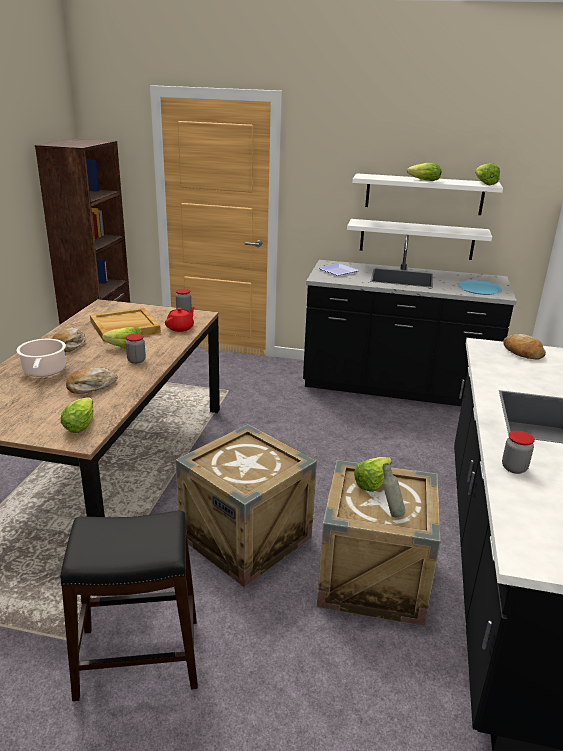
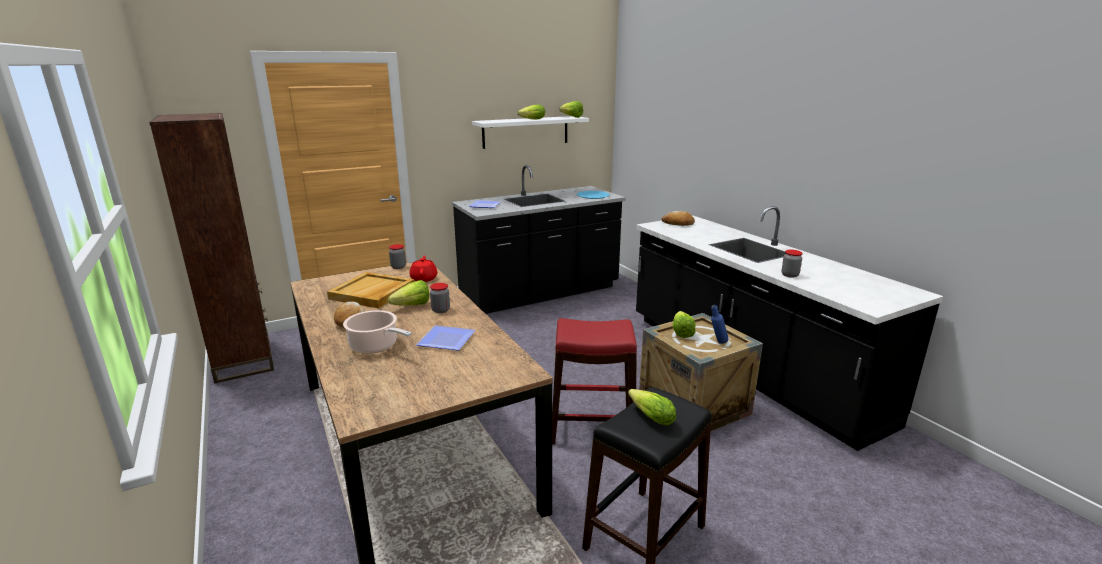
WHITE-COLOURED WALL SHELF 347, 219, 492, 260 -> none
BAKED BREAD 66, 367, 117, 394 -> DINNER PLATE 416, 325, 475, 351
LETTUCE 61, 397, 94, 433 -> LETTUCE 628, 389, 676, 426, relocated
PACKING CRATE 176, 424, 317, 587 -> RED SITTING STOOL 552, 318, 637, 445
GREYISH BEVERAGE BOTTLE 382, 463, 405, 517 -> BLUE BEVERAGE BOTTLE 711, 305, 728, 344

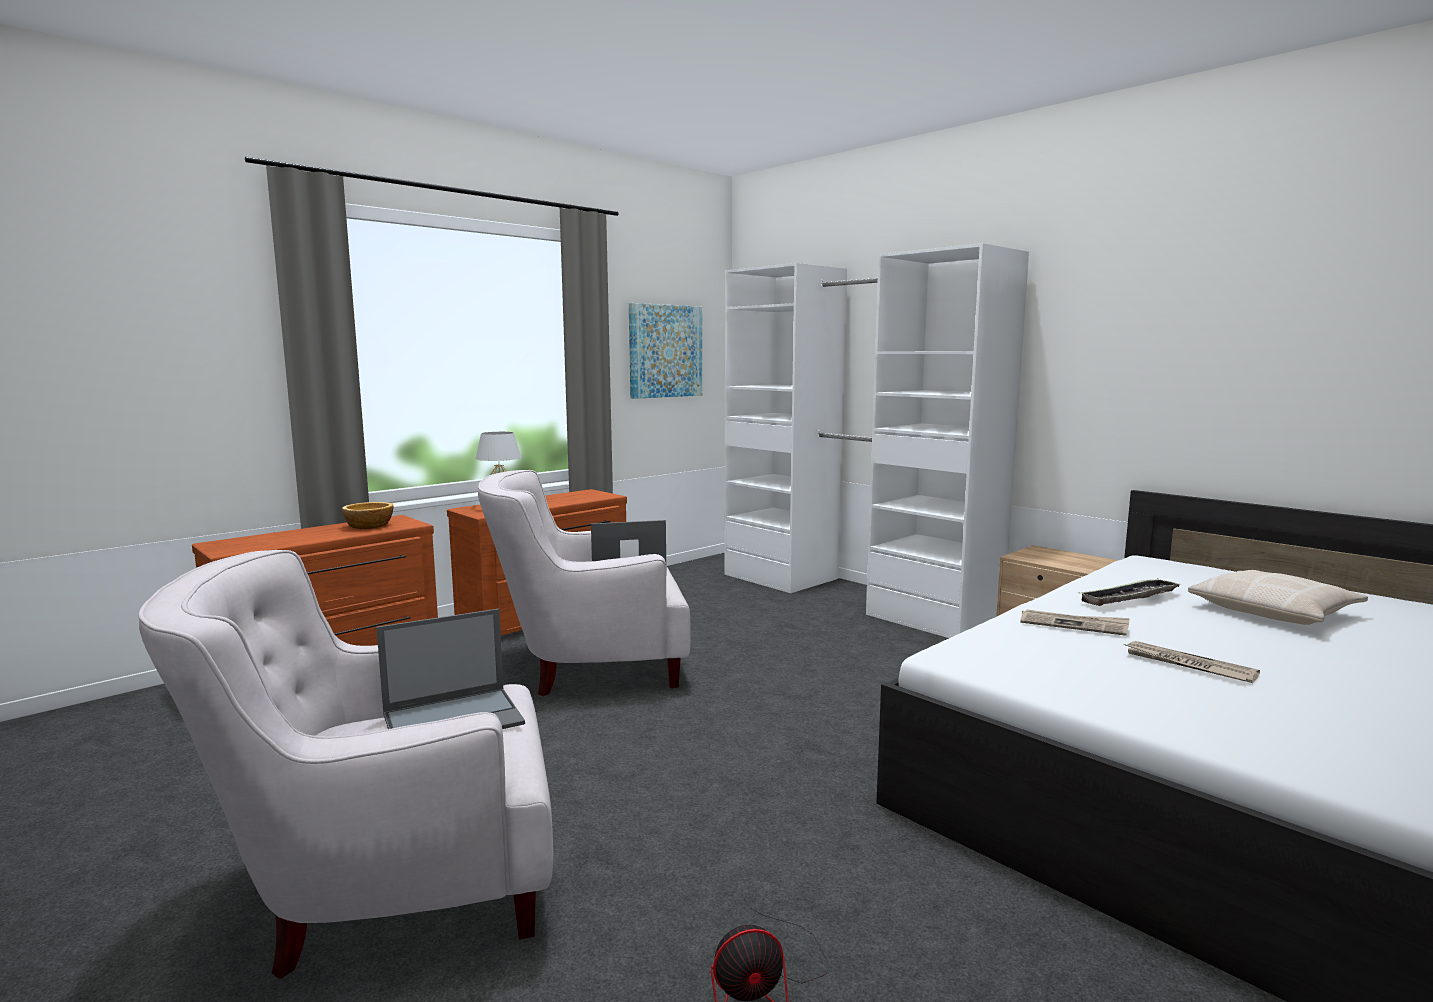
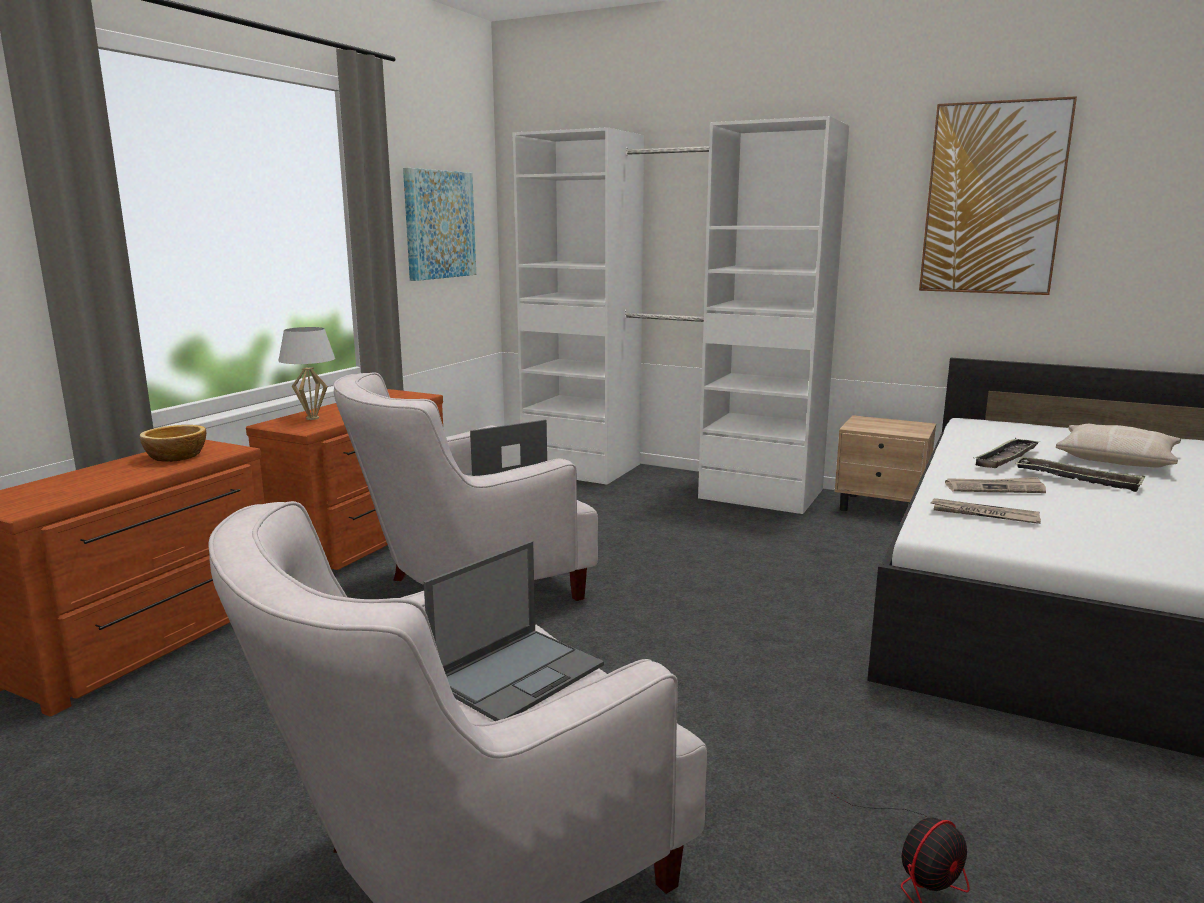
PRINTED PAPER 1124, 641, 1260, 683 -> PRINTED PAPER 930, 498, 1041, 524, relocated
none -> PICTURE 919, 96, 1077, 295
none -> CARRYING TRAY 1015, 457, 1145, 492

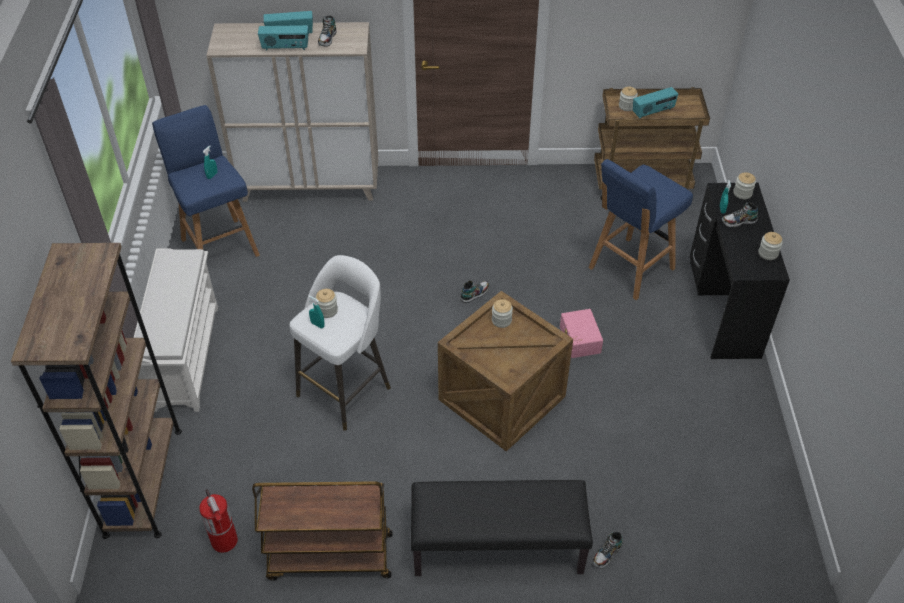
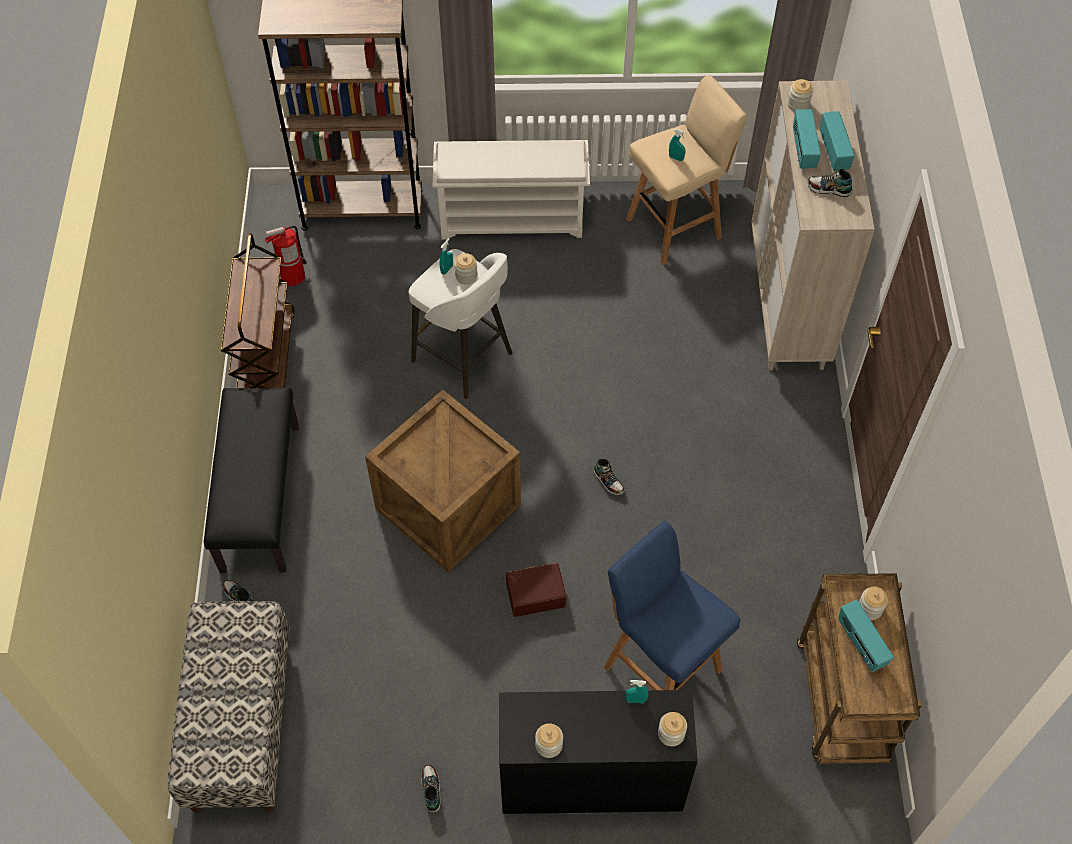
BLUE SITTING STOOL 152, 105, 260, 257 -> BEIGE-COLOURED SITTING STOOL 626, 75, 747, 265
ITEM OF FOOTWEAR 722, 202, 758, 228 -> ITEM OF FOOTWEAR 421, 764, 441, 813, relocated
PRESERVE JAR 492, 299, 513, 328 -> PRESERVE JAR 787, 79, 813, 111, relocated
PINKISH STORAGE BIN 560, 309, 603, 358 -> BROWN-COLOURED STORAGE BIN 506, 563, 566, 617
none -> INDOOR BENCH 168, 601, 290, 813

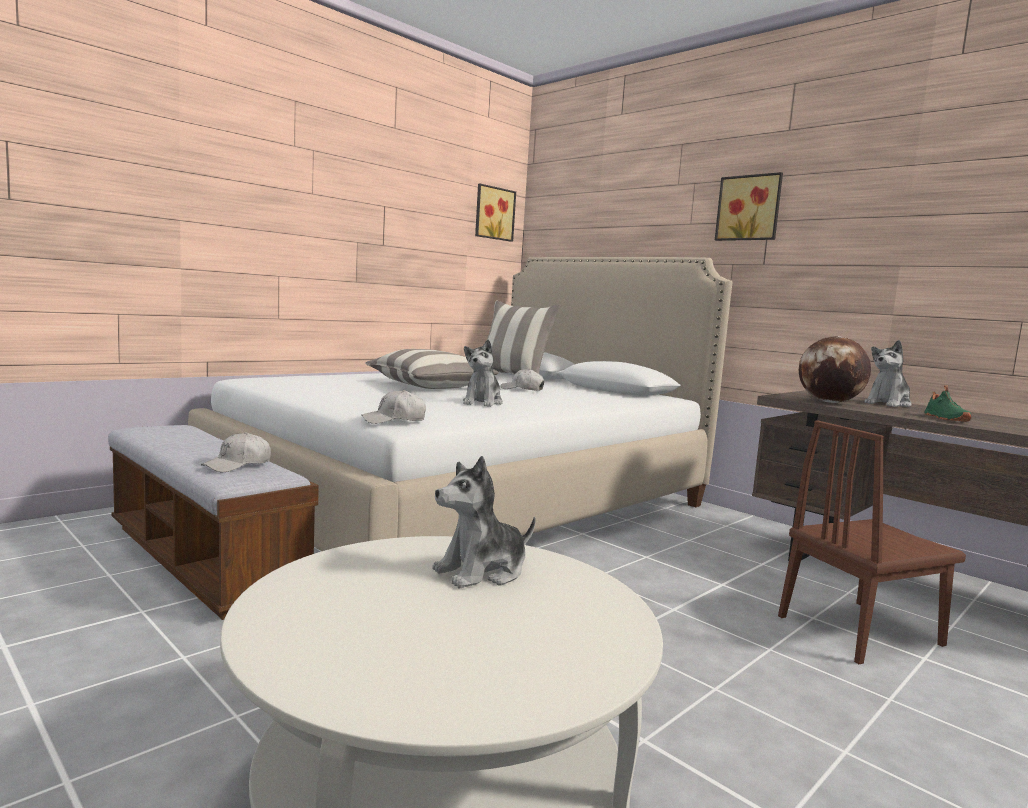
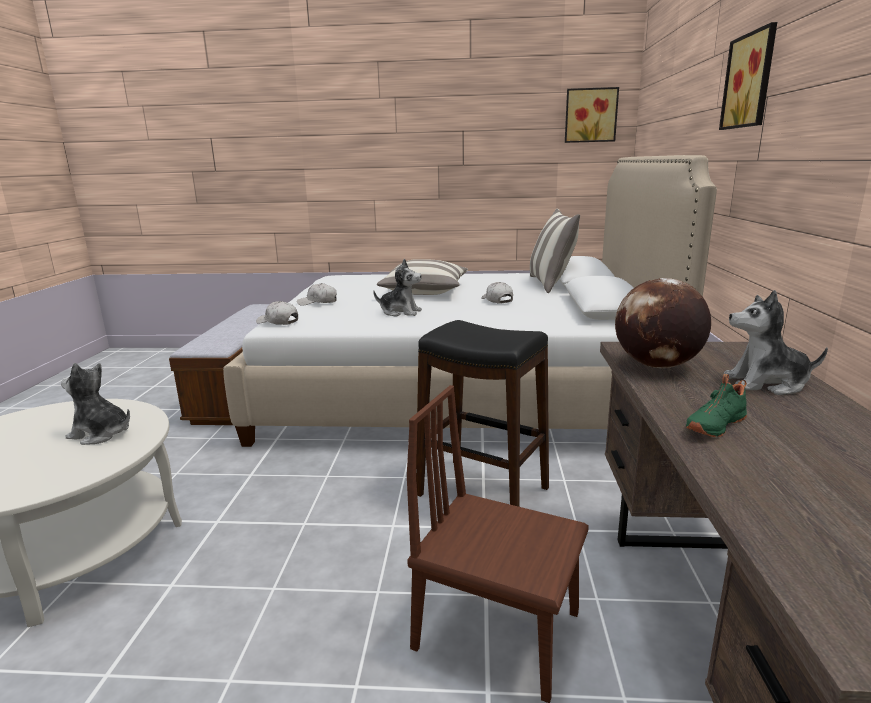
SOFT TOY 463, 339, 503, 407 -> SOFT TOY 373, 259, 422, 317, 135 degrees counterclockwise
WHITE-COLOURED CAP 201, 432, 271, 472 -> WHITE-COLOURED CAP 297, 283, 337, 306, relocated
none -> BLACKISH SITTING STOOL 416, 320, 549, 507

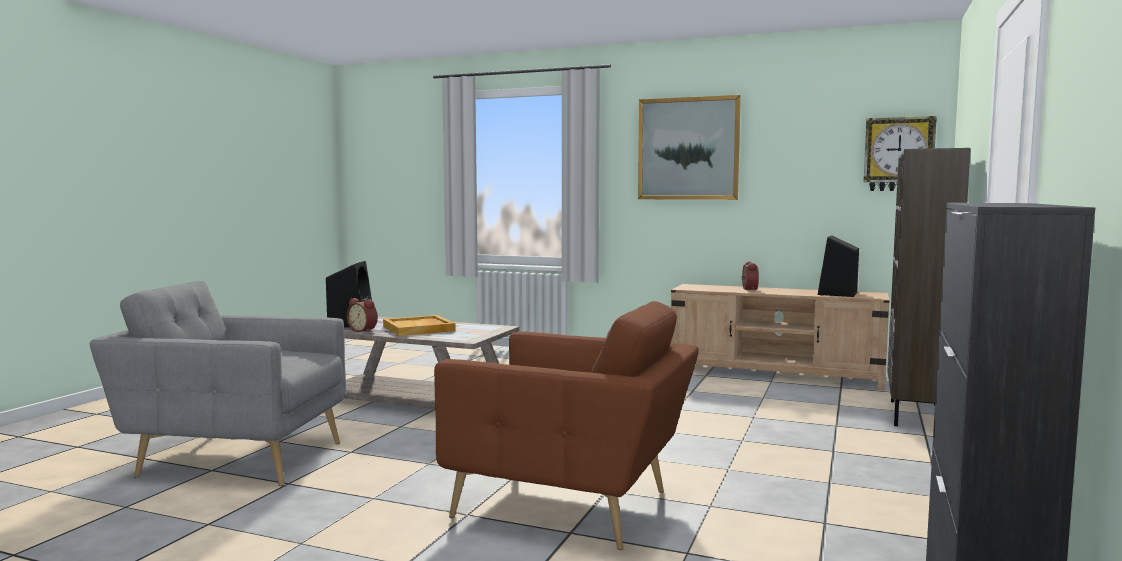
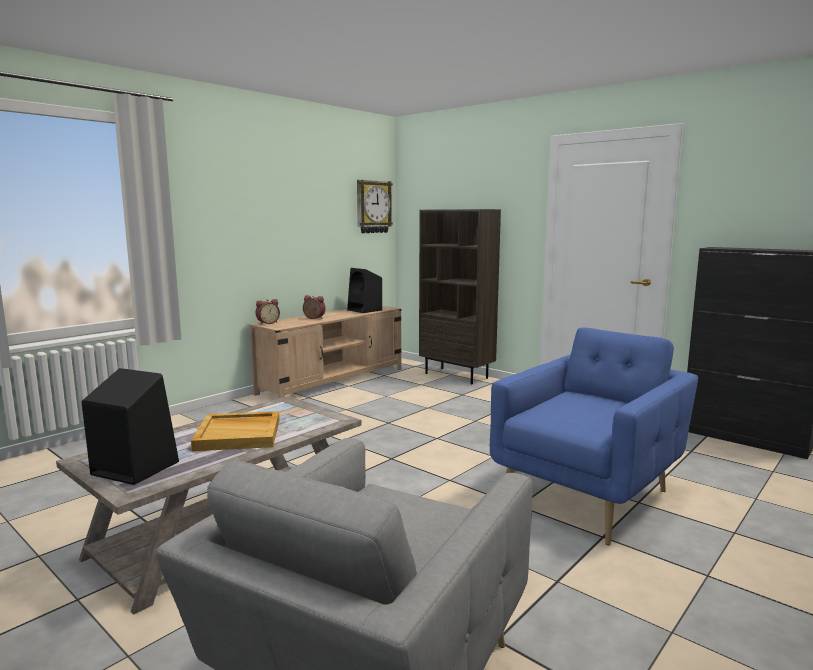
PICTURE 638, 95, 741, 200 -> none
ALARM CLOCK 346, 298, 378, 333 -> ALARM CLOCK 255, 299, 280, 325, relocated
BROWN-COLOURED LOUNGE CHAIR 434, 301, 699, 550 -> BLUE LOUNGE CHAIR 490, 328, 698, 545

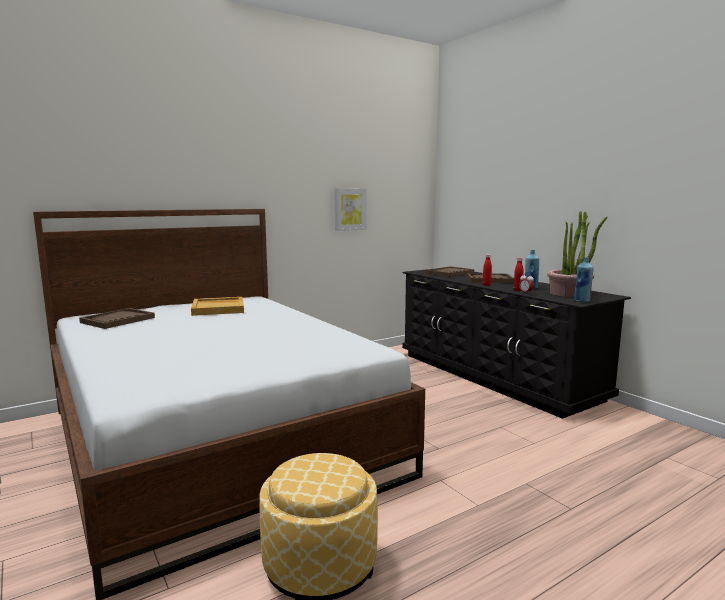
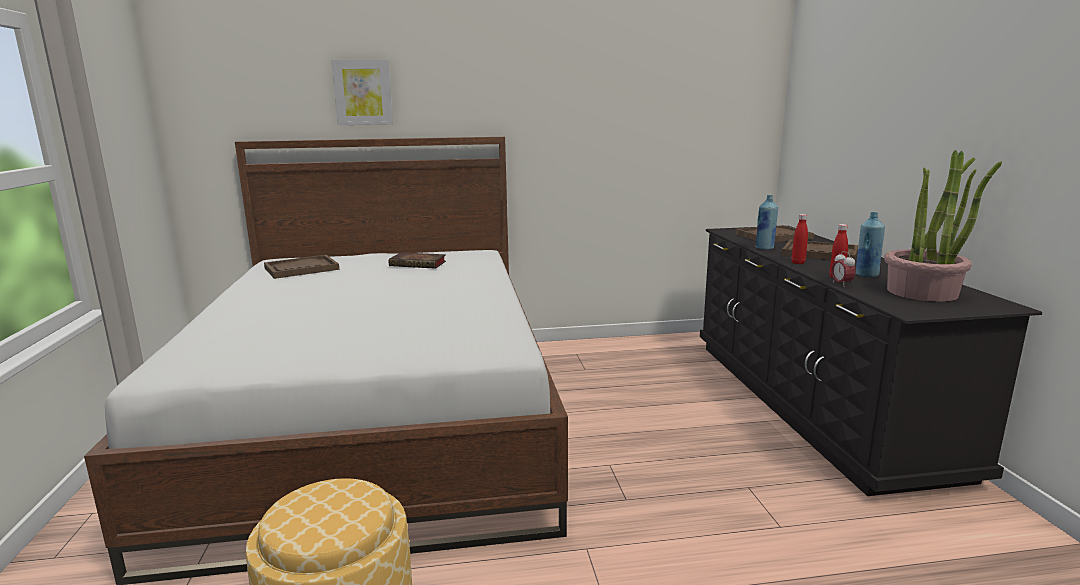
PICTURE 335, 188, 367, 231 -> PICTURE 331, 59, 393, 125, relocated
BLUE BEVERAGE BOTTLE 574, 257, 594, 303 -> BLUE BEVERAGE BOTTLE 755, 195, 778, 250, relocated
BEIGE-COLOURED CARRYING TRAY 191, 297, 244, 316 -> VOLUME 389, 252, 446, 269

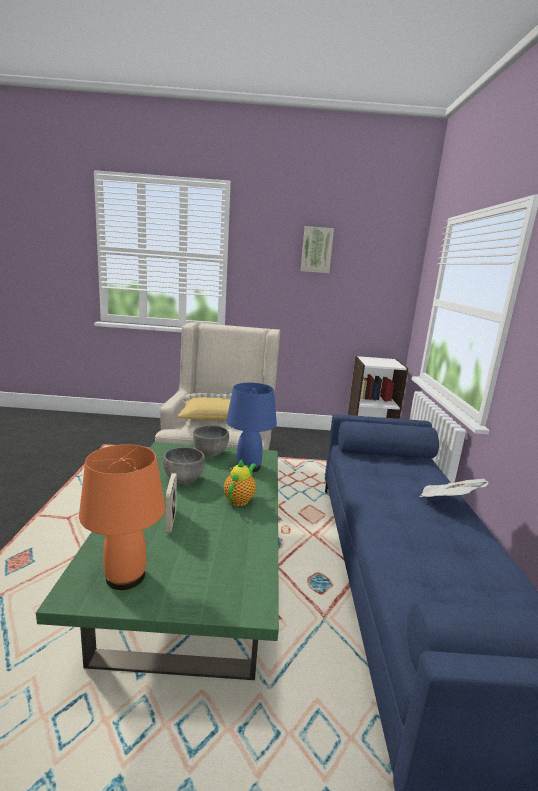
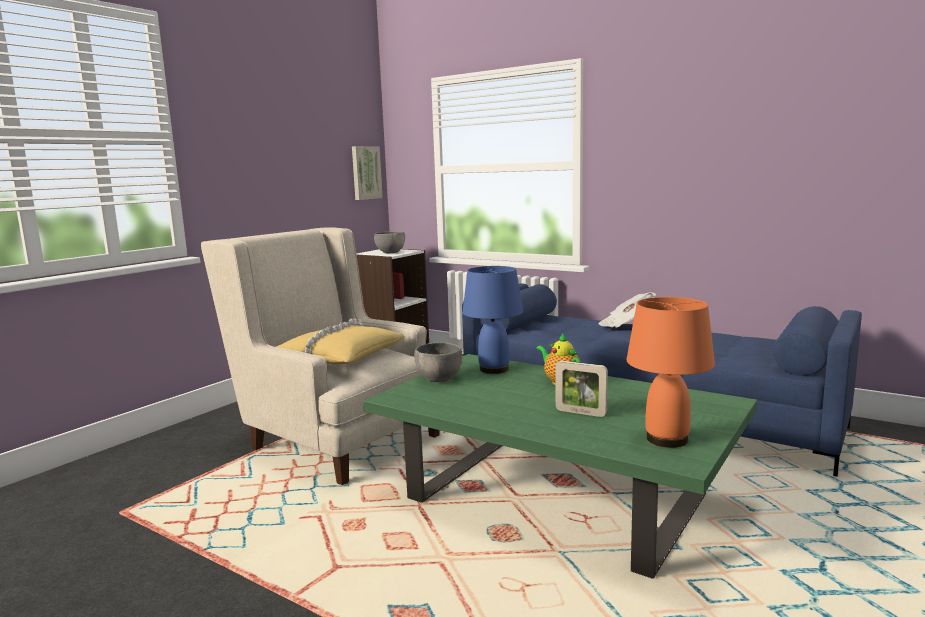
PICTURE 301, 226, 334, 273 -> PICTURE 352, 146, 383, 200, relocated
GREYISH BOWL 163, 447, 205, 485 -> GREYISH BOWL 374, 231, 405, 253, relocated

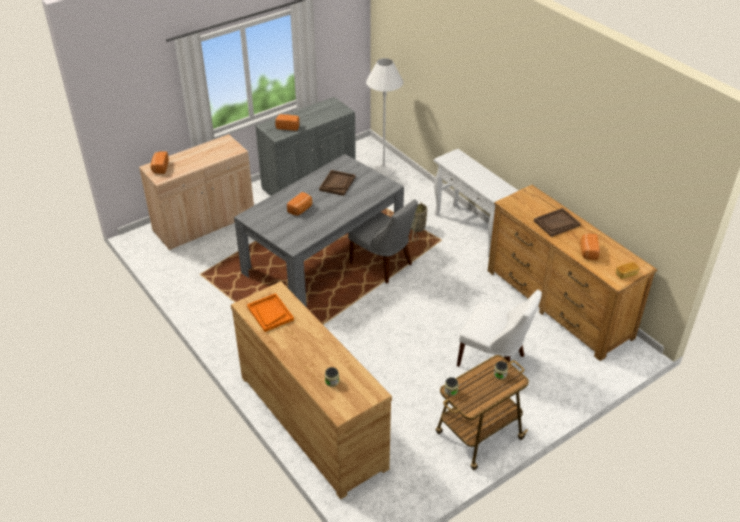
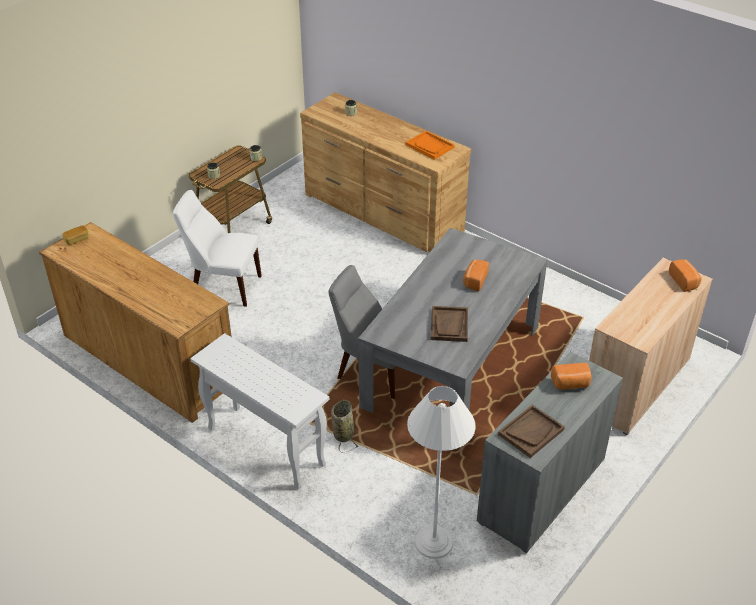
BROWN-COLOURED CARRYING TRAY 534, 208, 581, 237 -> BROWN-COLOURED CARRYING TRAY 498, 404, 565, 458, relocated
BAKED BREAD 580, 234, 600, 260 -> none

